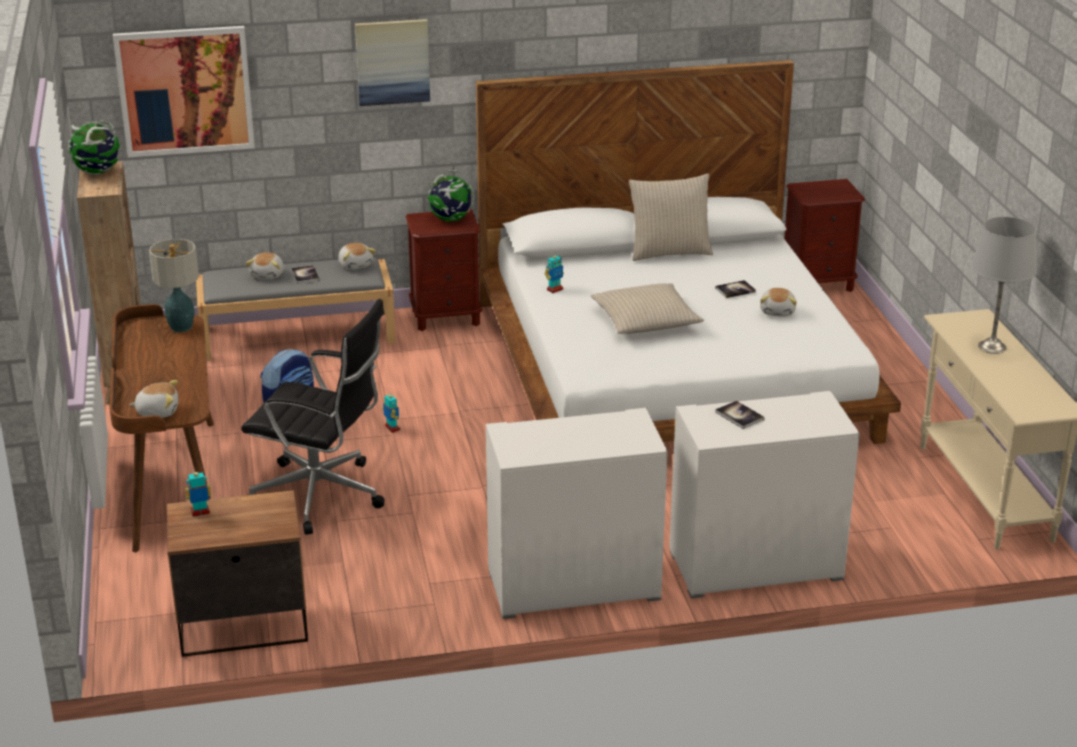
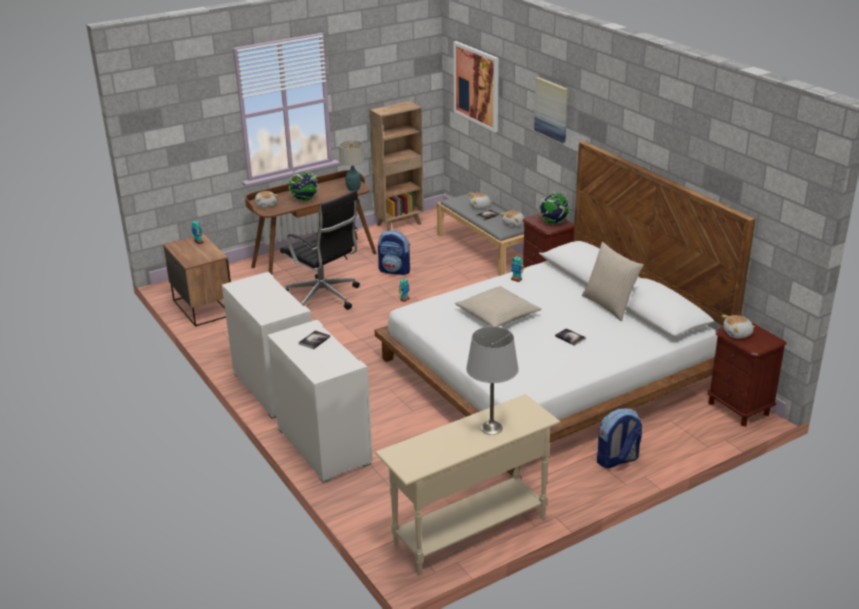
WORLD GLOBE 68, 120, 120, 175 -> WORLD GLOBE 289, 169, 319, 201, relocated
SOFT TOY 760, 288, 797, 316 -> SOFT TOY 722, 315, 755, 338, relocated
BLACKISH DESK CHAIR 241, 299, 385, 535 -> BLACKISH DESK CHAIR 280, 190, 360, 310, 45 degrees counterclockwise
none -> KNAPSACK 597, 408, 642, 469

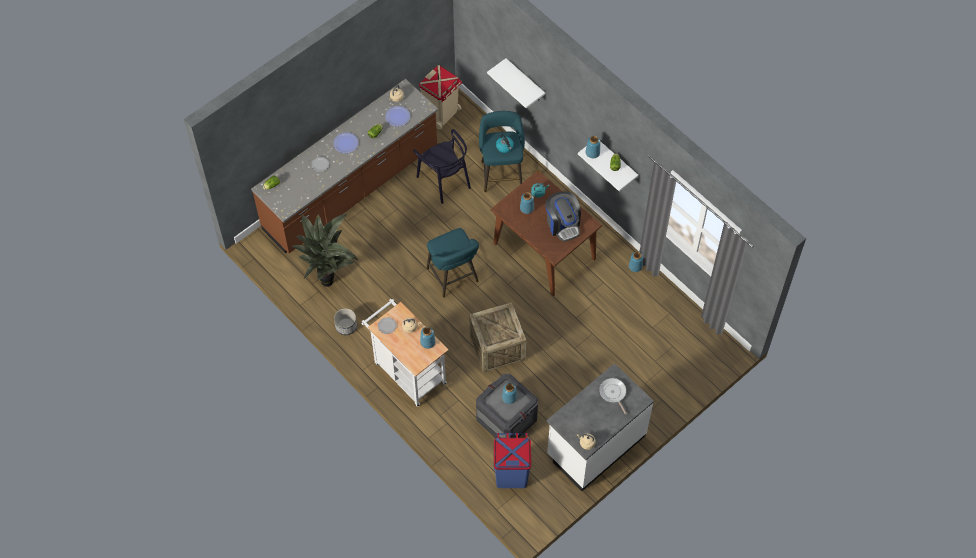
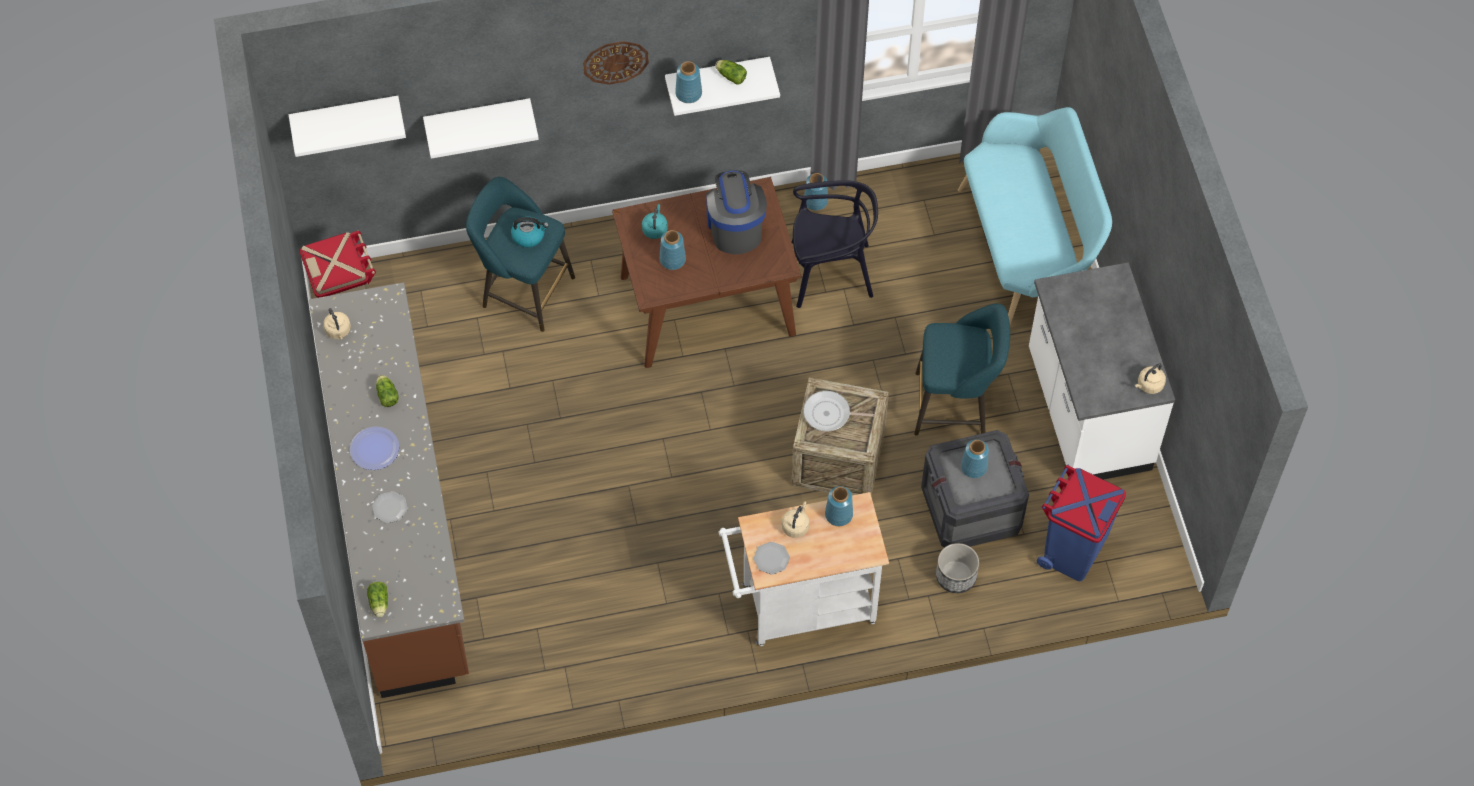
DINNER PLATE 385, 106, 410, 127 -> none
BLACKISH UPRIGHT CHAIR 413, 129, 471, 204 -> BLACKISH UPRIGHT CHAIR 791, 180, 878, 308, relocated
COFFEE MAKER 545, 191, 581, 242 -> COFFEE MAKER 706, 170, 767, 254, 105 degrees counterclockwise
POTTED PLANT 292, 214, 358, 287 -> none
TURQUOISE SITTING STOOL 427, 228, 479, 297 -> TURQUOISE SITTING STOOL 914, 304, 1010, 435, relocated
PLANT POT 334, 308, 357, 335 -> PLANT POT 936, 543, 979, 593, relocated
PAN 599, 378, 627, 415 -> PAN 803, 391, 876, 431, relocated
none -> CLOCK ON THE WALL 583, 41, 649, 85
none -> WHITE-COLOURED WALL SHELF 289, 96, 406, 157
none -> TURQUOISE INDOOR BENCH 958, 107, 1112, 324

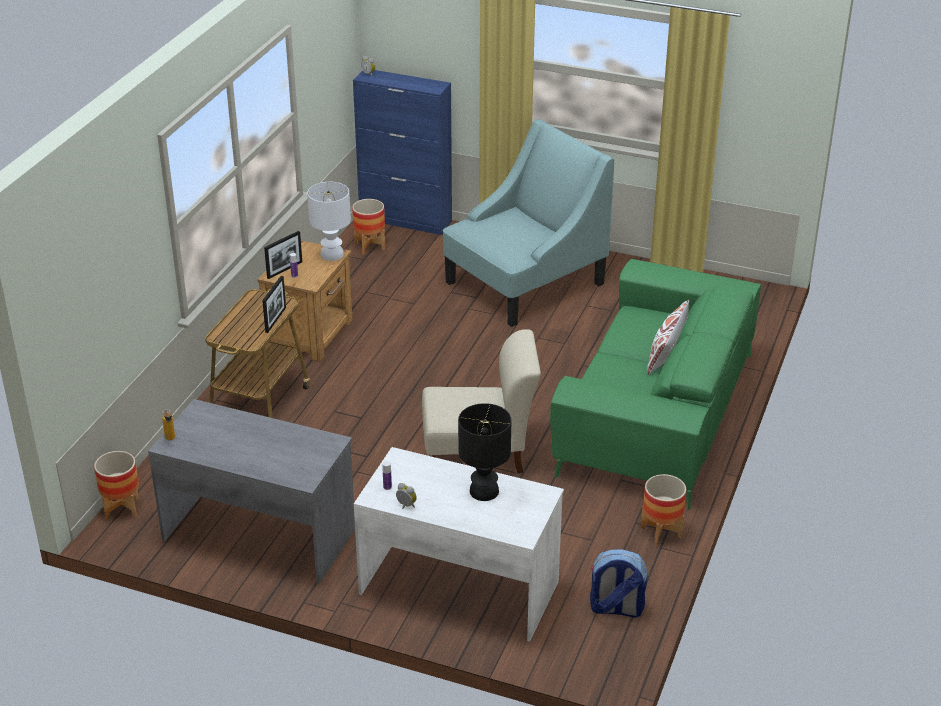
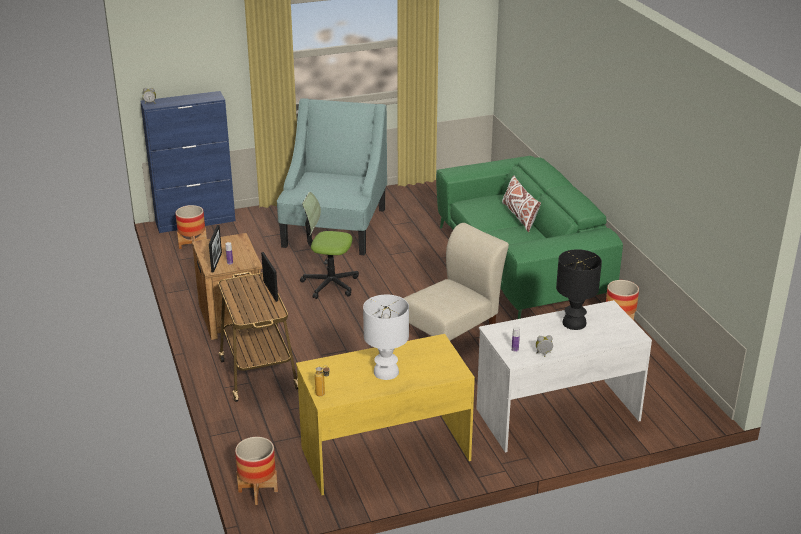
WHITE-COLOURED LAMP FOR A TABLE 307, 182, 351, 261 -> WHITE-COLOURED LAMP FOR A TABLE 363, 295, 409, 380, relocated
GREYISH DESK UNIT 148, 399, 355, 584 -> YELLOW-COLOURED DESK UNIT 296, 334, 475, 495
KNAPSACK 590, 549, 647, 618 -> none
none -> DESK CHAIR 300, 192, 359, 299

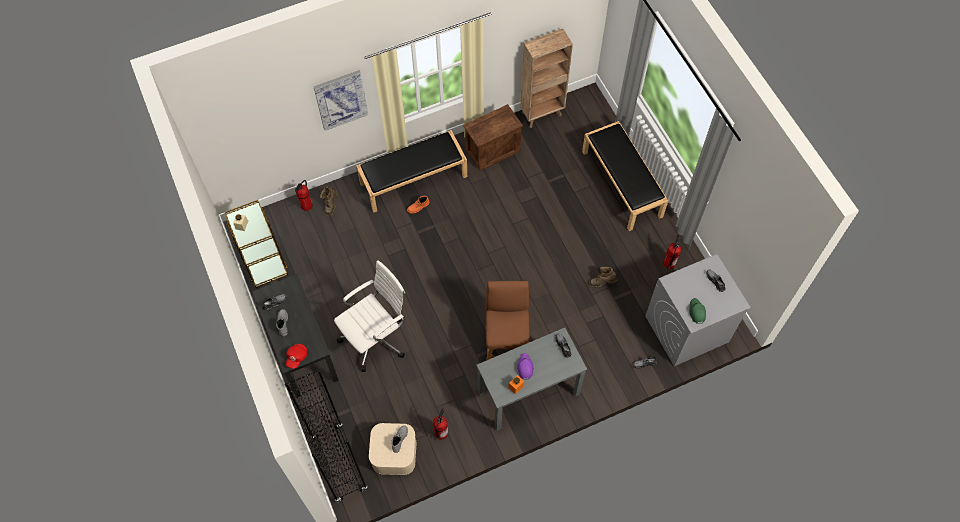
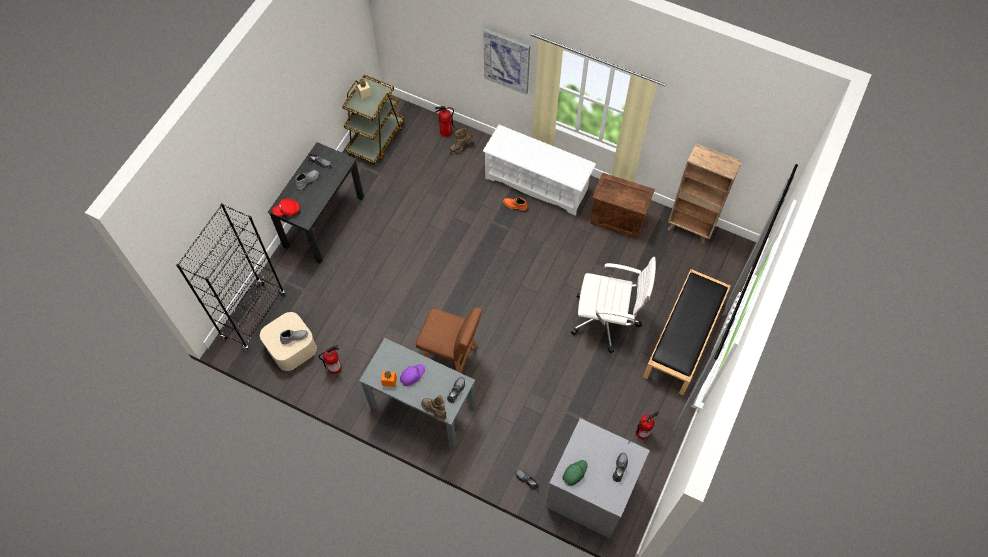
BLACKISH INDOOR BENCH 356, 130, 467, 213 -> WHITE-COLOURED SHOE RACK 483, 125, 596, 216
WHITE-COLOURED DESK CHAIR 334, 260, 405, 372 -> WHITE-COLOURED DESK CHAIR 571, 257, 656, 353, relocated
BROWN-COLOURED HIGH-TOP BOOT 589, 267, 618, 288 -> BROWN-COLOURED HIGH-TOP BOOT 421, 395, 447, 421, relocated
BROWN-COLOURED UPRIGHT CHAIR 485, 281, 530, 361 -> BROWN-COLOURED UPRIGHT CHAIR 416, 307, 482, 373, 60 degrees clockwise

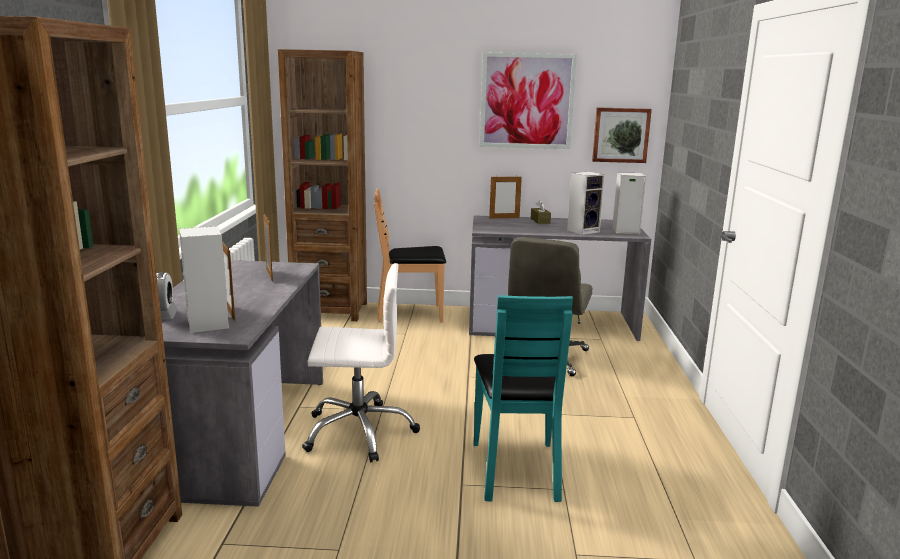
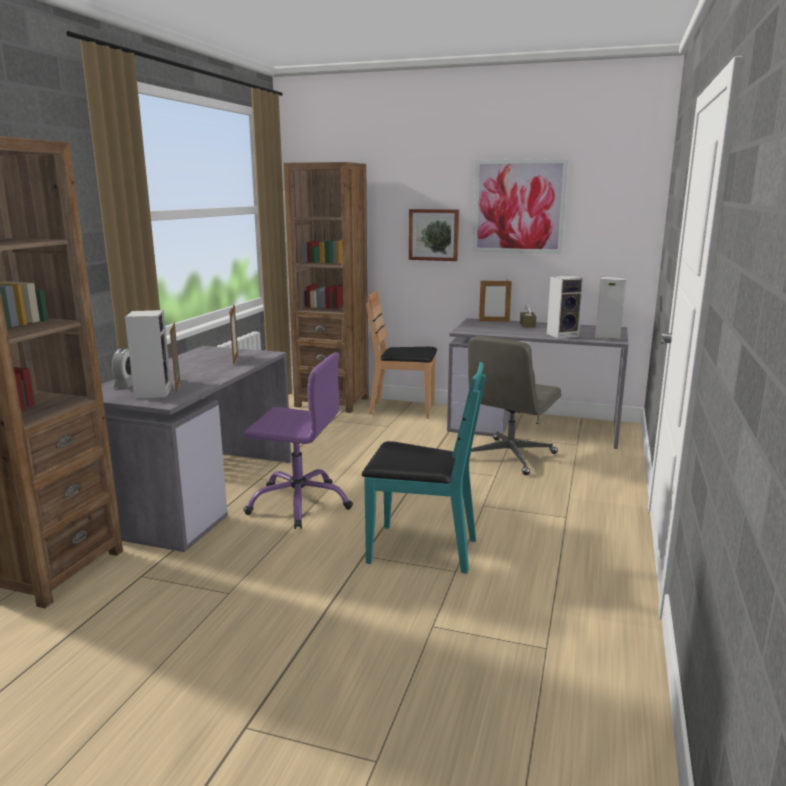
PICTURE 592, 107, 652, 163 -> PICTURE 409, 209, 459, 261, relocated
WHITE-COLOURED DESK CHAIR 302, 263, 420, 462 -> PURPLISH DESK CHAIR 243, 352, 353, 529
TURQUOISE UPRIGHT CHAIR 474, 295, 573, 502 -> TURQUOISE UPRIGHT CHAIR 362, 362, 486, 574, 90 degrees counterclockwise

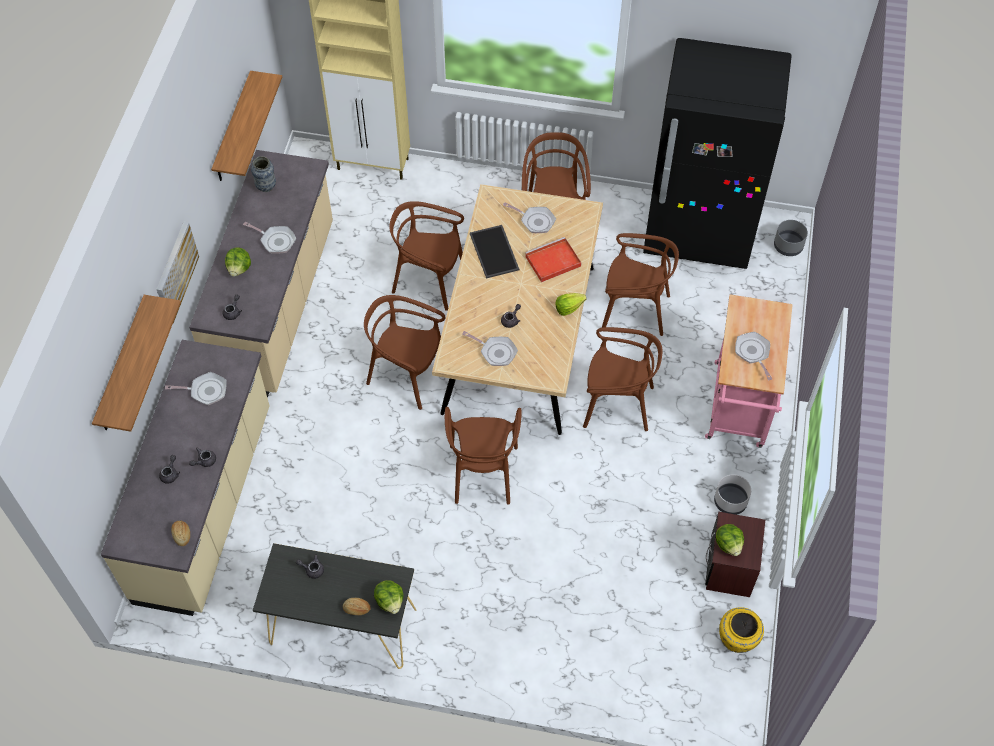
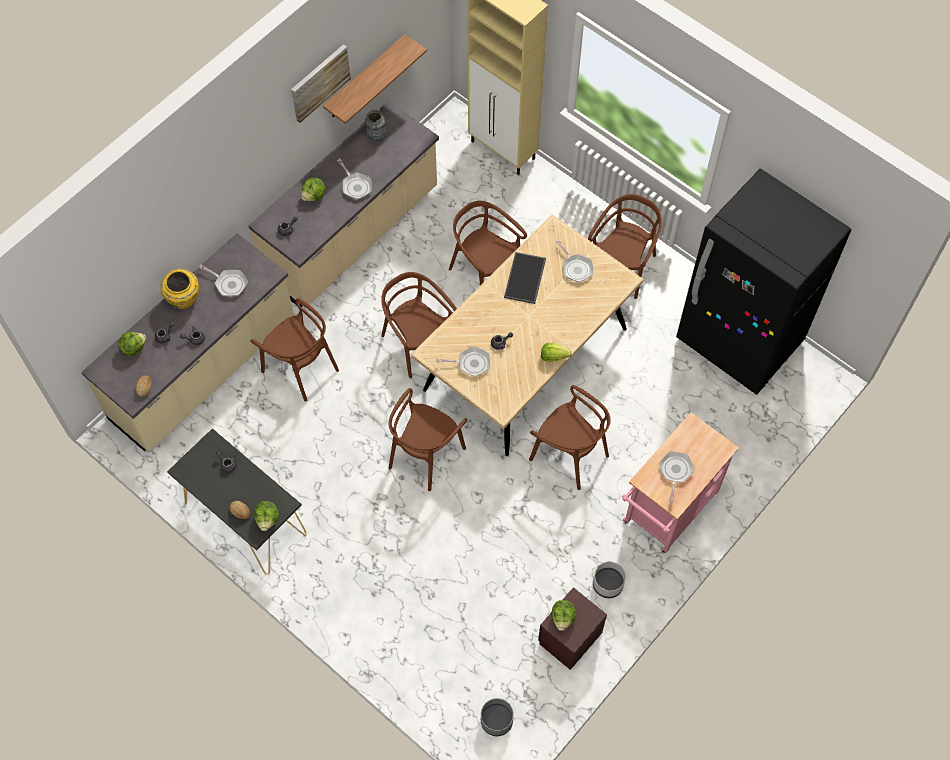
GREYISH PLANT POT 774, 220, 808, 256 -> GREYISH PLANT POT 481, 698, 514, 736, relocated
PICTURE 156, 221, 199, 323 -> PICTURE 291, 44, 351, 123, relocated
BROWN-COLOURED UPRIGHT CHAIR 602, 233, 679, 336 -> BROWN-COLOURED UPRIGHT CHAIR 251, 298, 339, 402, relocated
RED CARRYING TRAY 525, 237, 581, 282 -> none
WALL SHELF 92, 295, 181, 432 -> none
PAN 462, 331, 518, 366 -> PAN 437, 346, 490, 377, 60 degrees counterclockwise
YELLOW-COLOURED FLOWER VASE 719, 607, 764, 653 -> YELLOW-COLOURED FLOWER VASE 160, 269, 199, 309, relocated
none -> LETTUCE 118, 332, 147, 356

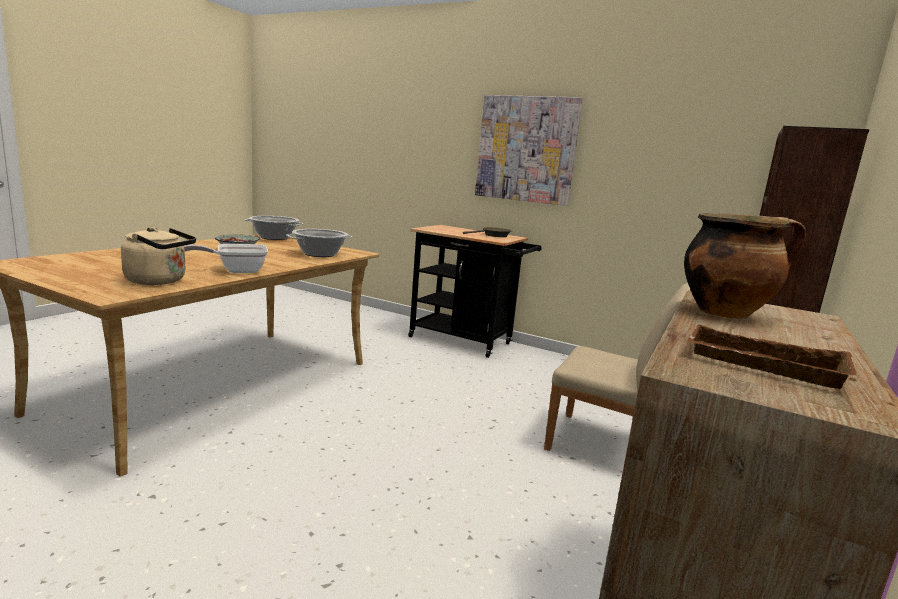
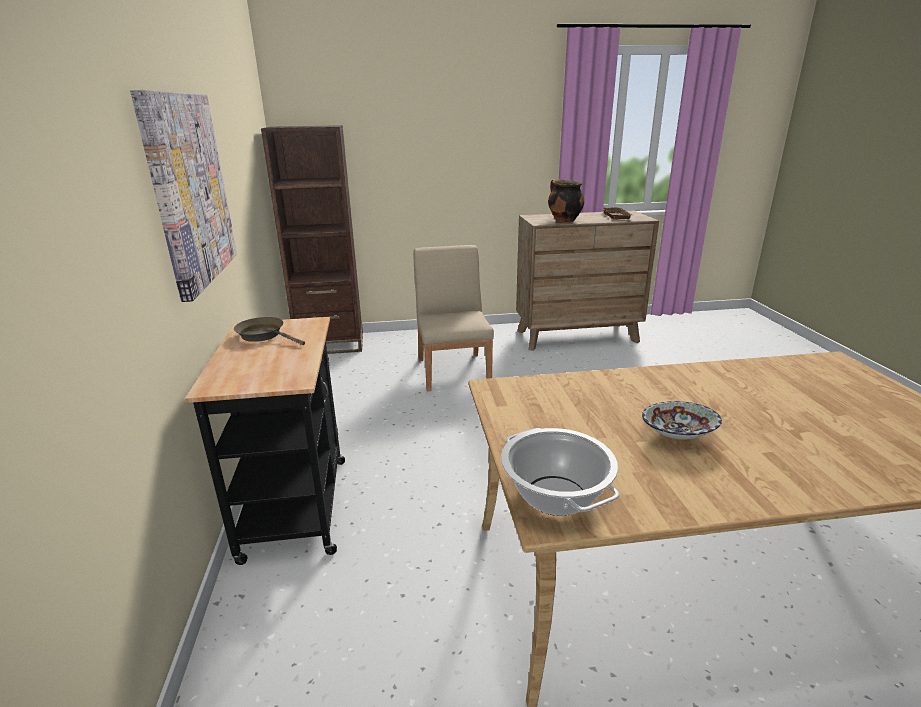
BEIGE-COLOURED KETTLE 121, 227, 196, 285 -> none
STOCKPOT 286, 229, 353, 257 -> none
PAN 184, 244, 268, 273 -> none

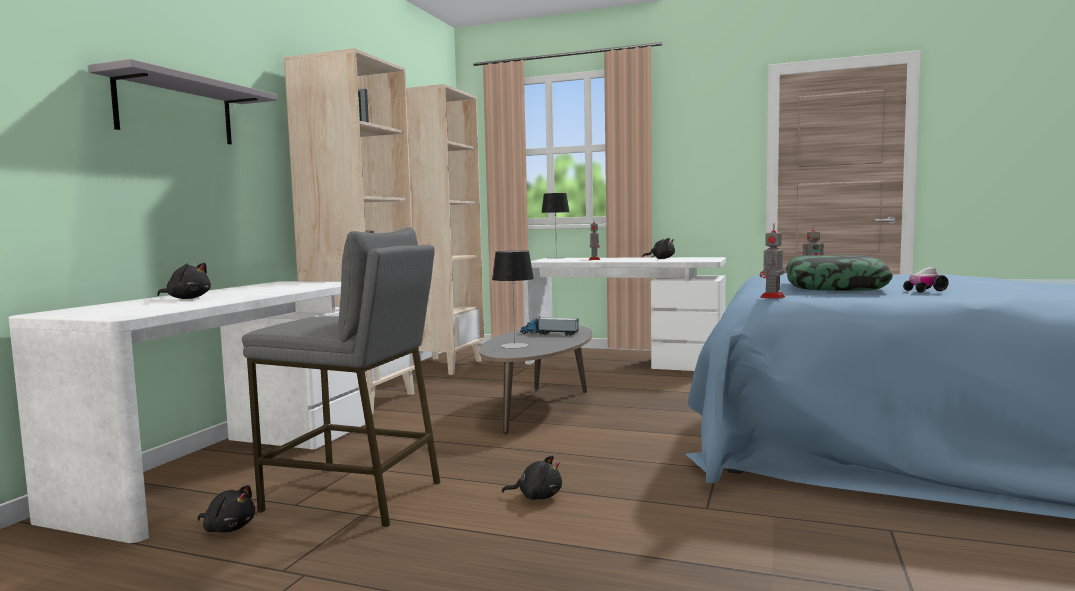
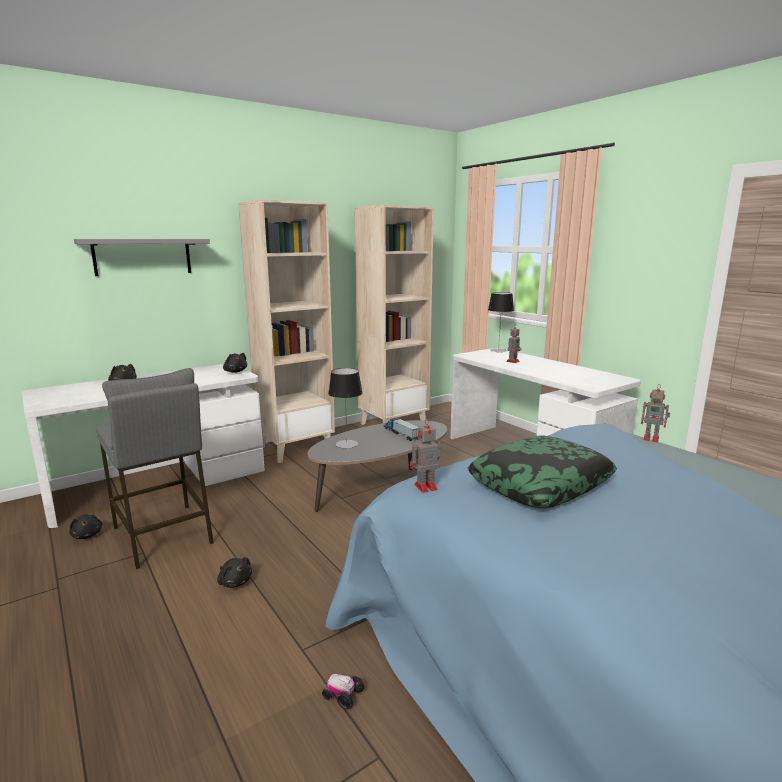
BLACKISH SOFT TOY 642, 238, 675, 259 -> BLACKISH SOFT TOY 223, 353, 247, 373, relocated
MODEL CAR 903, 267, 949, 293 -> MODEL CAR 322, 674, 364, 710, relocated

